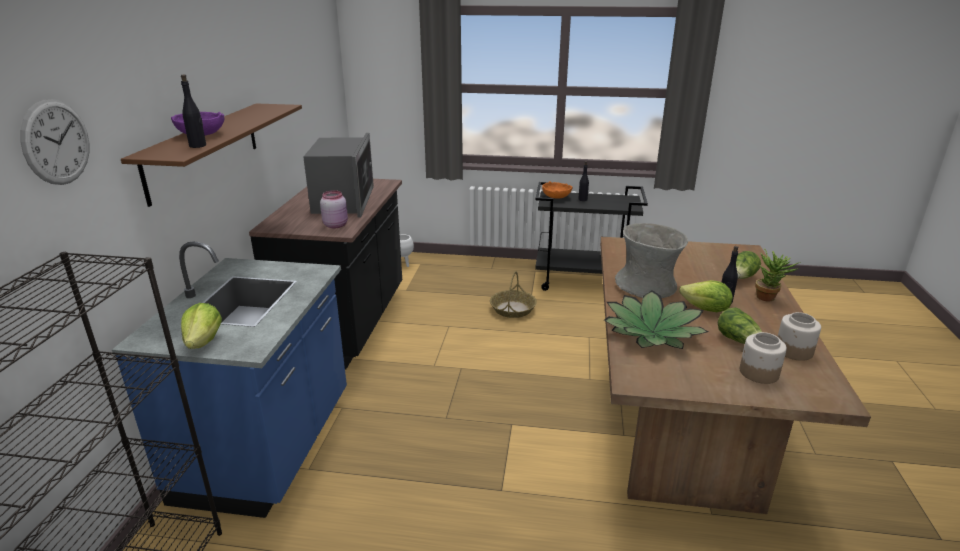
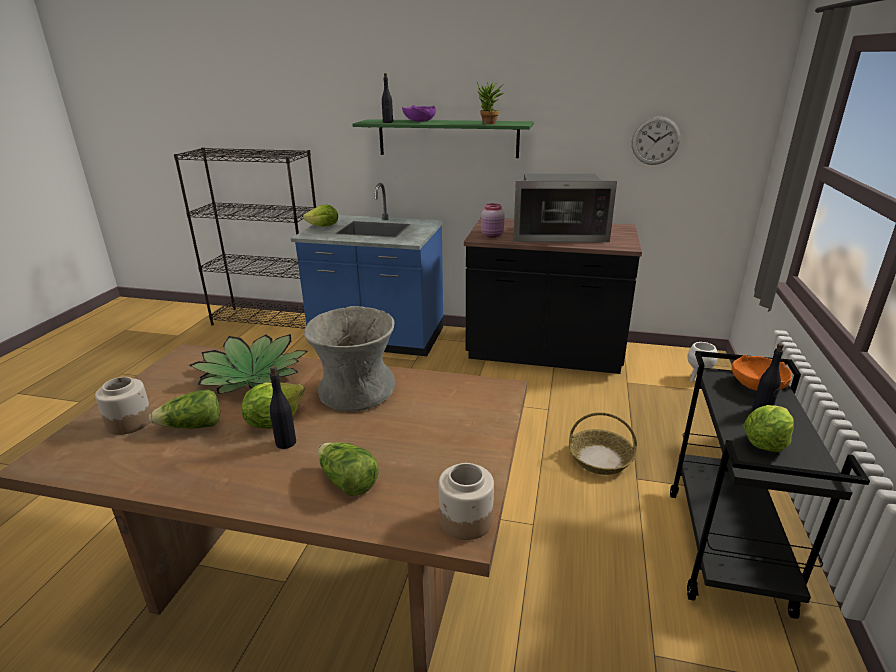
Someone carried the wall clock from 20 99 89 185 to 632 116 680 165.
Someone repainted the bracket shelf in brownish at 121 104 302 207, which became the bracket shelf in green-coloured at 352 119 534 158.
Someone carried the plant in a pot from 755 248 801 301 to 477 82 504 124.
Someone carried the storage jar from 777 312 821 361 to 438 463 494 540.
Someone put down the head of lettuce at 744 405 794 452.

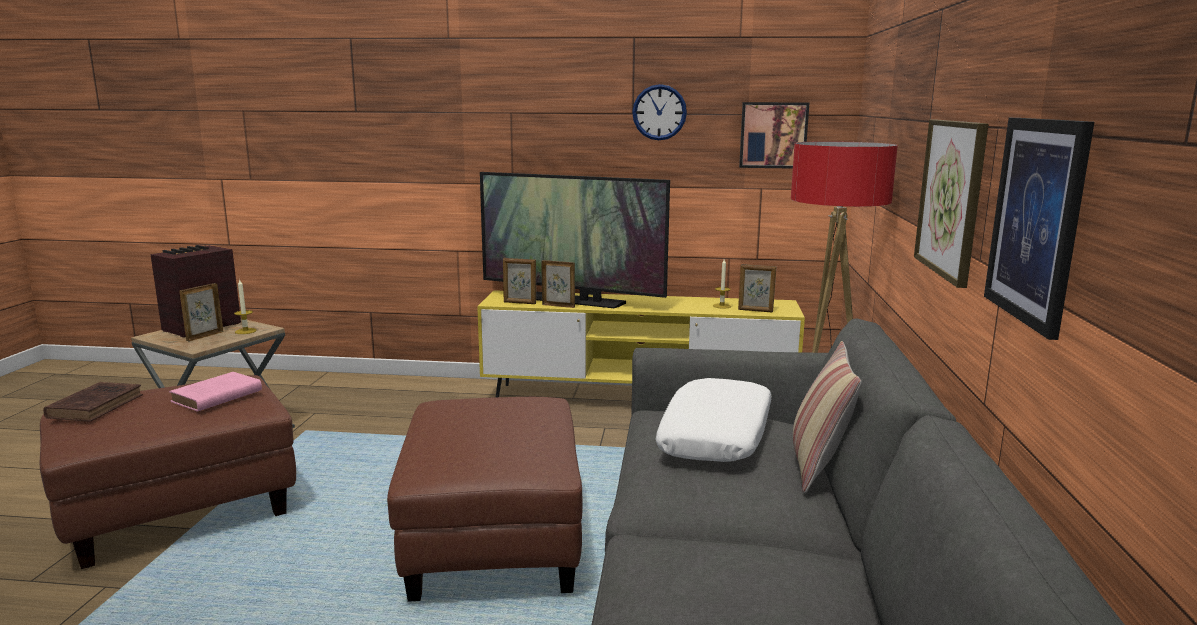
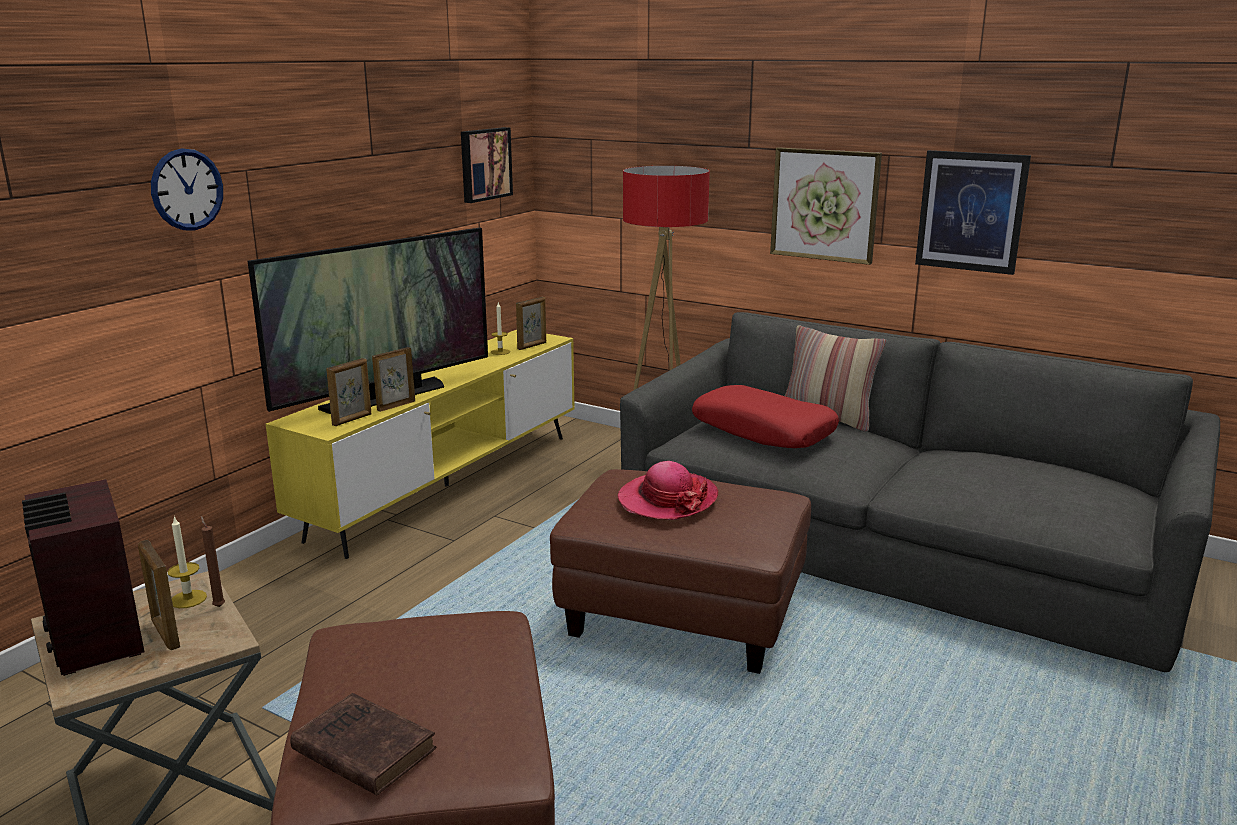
Someone took away the volume in pink at 169 372 262 412.
Someone carried the wall clock from 632 84 687 140 to 151 148 223 230.
Someone repainted the pillow in white at 655 378 772 462, which became the pillow in reddish at 692 385 839 448.
Someone put down the wax candle in brownish at 201 516 225 607.
Someone put down the wearable hat at 618 461 718 520.

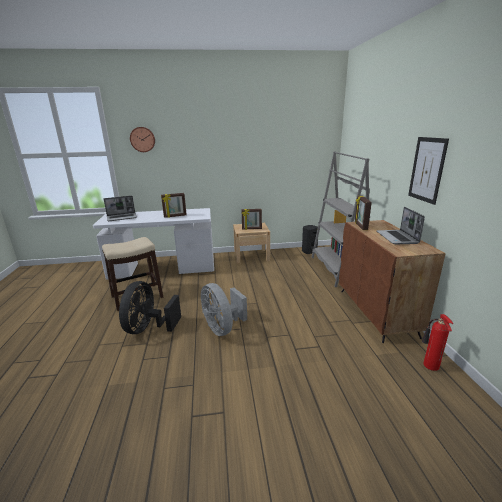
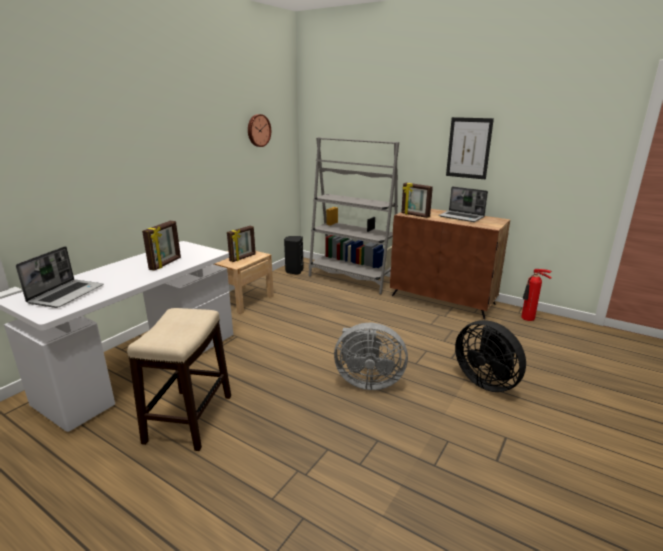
Someone carried the cooling fan in blackish from 119 281 181 334 to 455 320 526 392.
Someone carried the wall clock from 130 127 155 152 to 248 114 271 147.

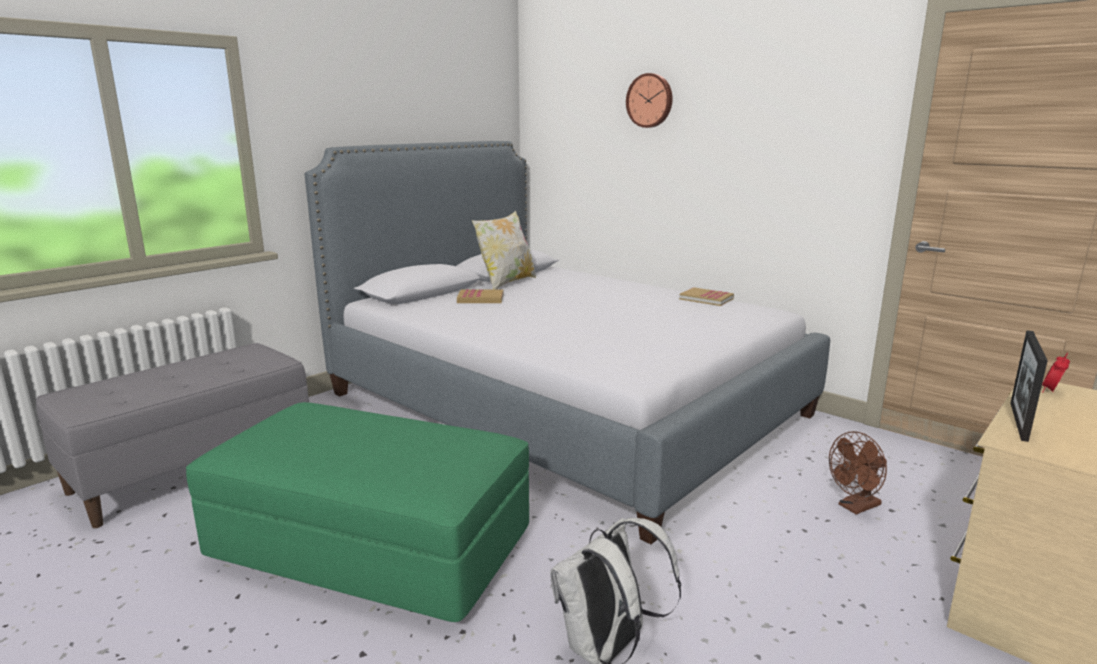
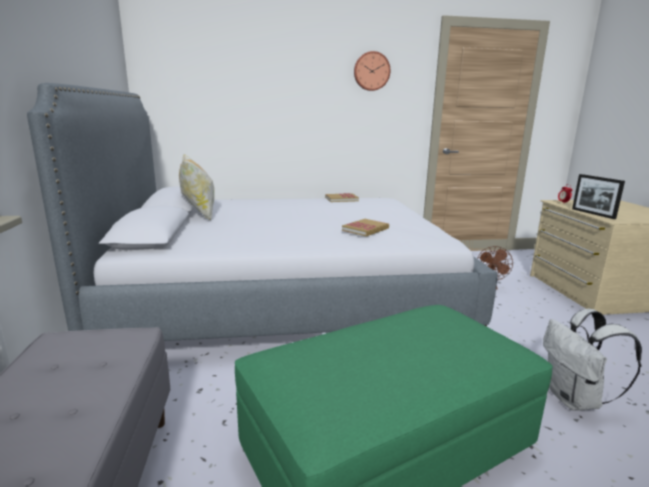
Someone carried the volume from 457 289 504 303 to 342 219 389 236.
Someone carried the wall clock from 626 73 672 128 to 354 51 390 91.

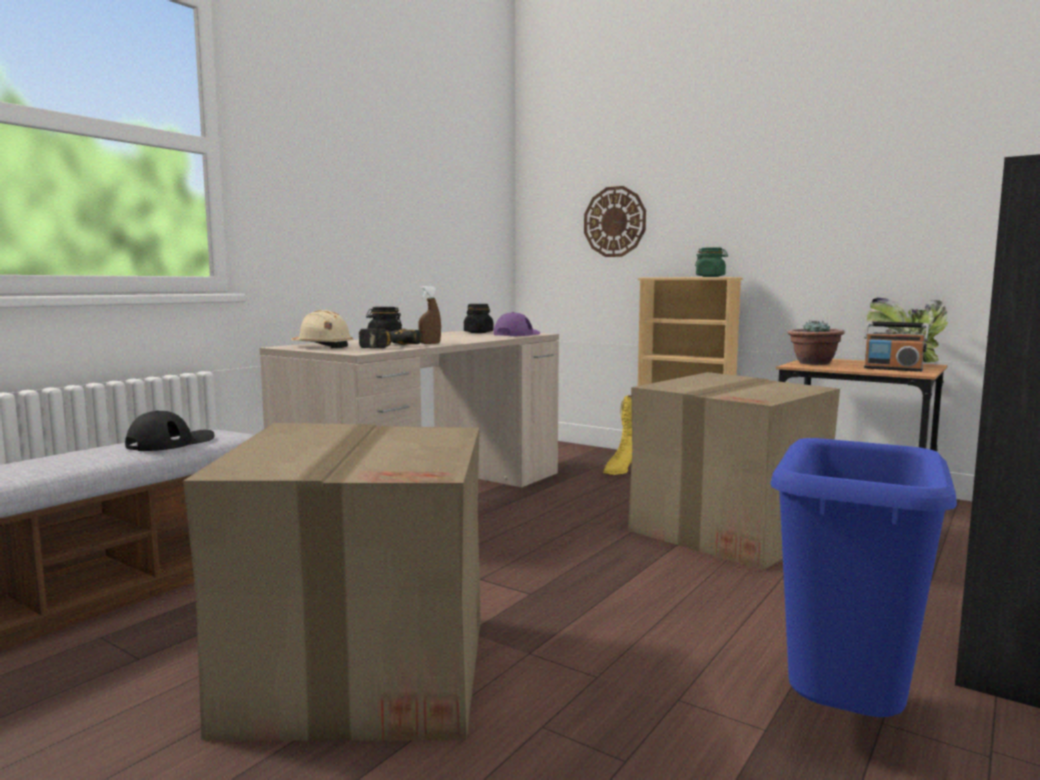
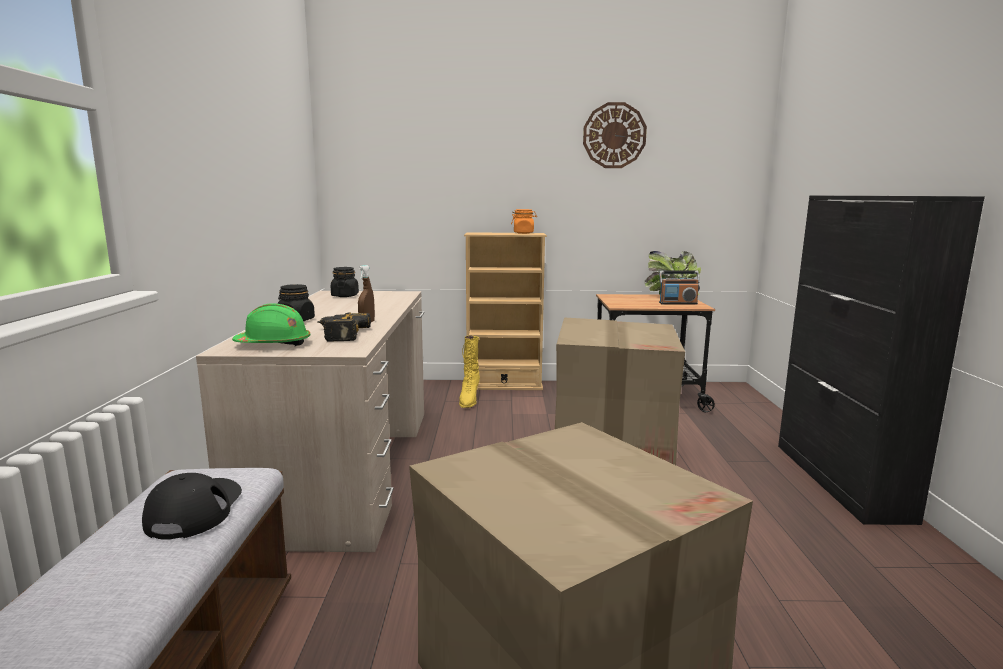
Someone repainted the safety helmet in beige-coloured at 291 310 353 348, which became the safety helmet in green-coloured at 232 303 311 346.
Someone took away the baseball cap in purple-coloured at 494 312 540 336.
Someone carried the wall clock from 584 186 646 257 to 583 102 647 168.
Someone repainted the storage jar in green-coloured at 695 247 728 277, which became the storage jar in orange-coloured at 511 209 537 234.
Someone took away the trash can in blue at 770 438 957 717.
Someone took away the plant in a pot at 787 320 845 365.

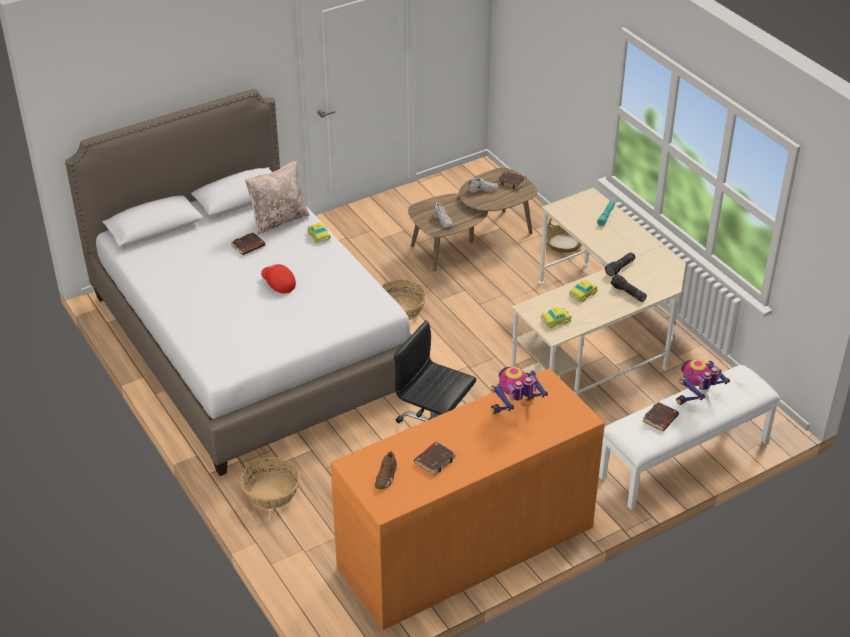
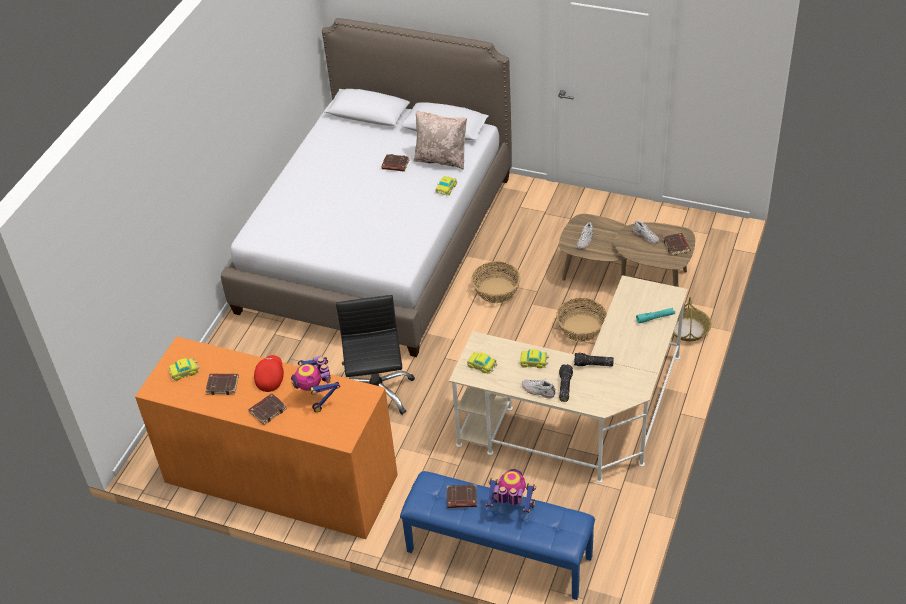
Someone carried the storage basket from 241 457 300 509 to 556 298 607 342.
Someone carried the baseball cap in reddish from 261 264 296 294 to 254 355 284 392.
Someone swapped the item of footwear in brownish at 375 451 397 489 for the miniature car at 169 358 200 381.
Someone rotated the robot figure at 491 367 548 414 by 135 degrees counterclockwise.
Someone repainted the indoor bench in white at 599 365 780 510, which became the indoor bench in blue at 400 471 595 600.
Someone put down the volume in brownish at 248 393 287 425.
Someone put down the item of footwear in white at 522 379 555 398.

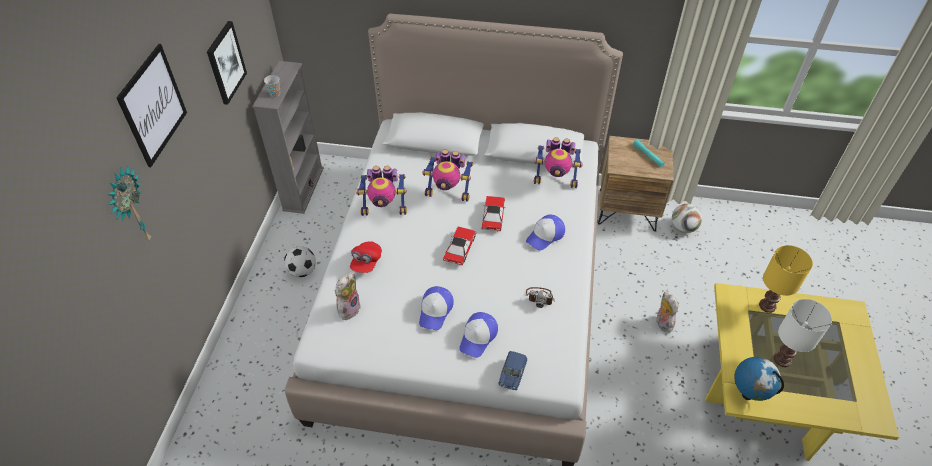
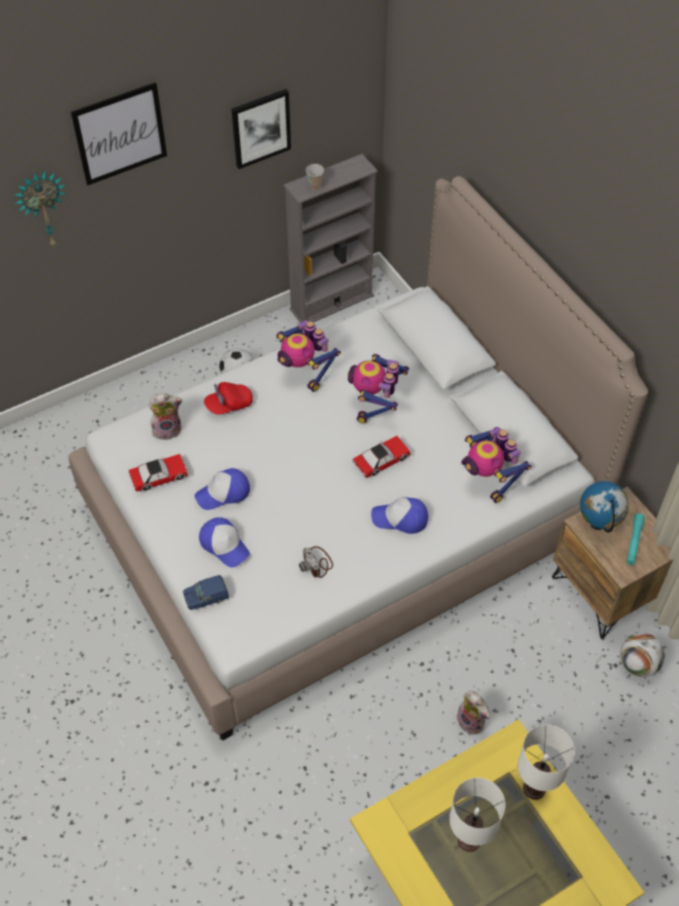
Someone rotated the robot figure at 422 150 473 202 by 45 degrees clockwise.
Someone carried the miniature car from 443 227 476 266 to 129 454 189 491.
Someone rotated the baseball cap at 459 312 498 358 by 120 degrees counterclockwise.
Someone rotated the plush toy at 656 292 678 333 by 105 degrees clockwise.
Someone carried the globe from 734 357 784 401 to 580 481 629 533.
Someone repainted the lamp for a table in yellowish at 759 245 813 313, which became the lamp for a table in white at 518 725 575 800.

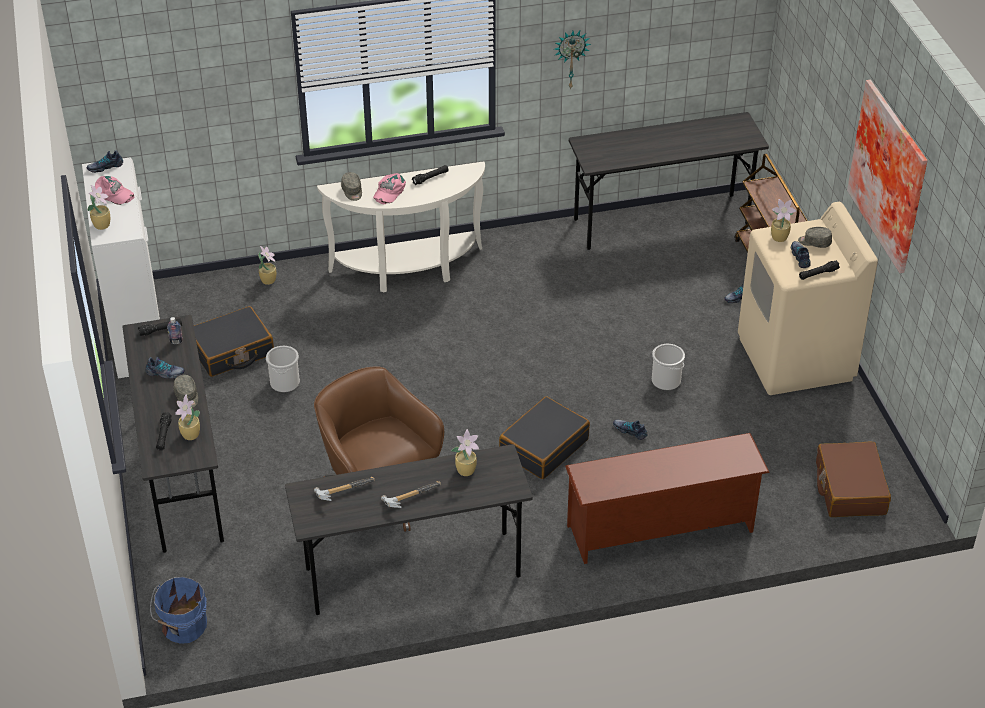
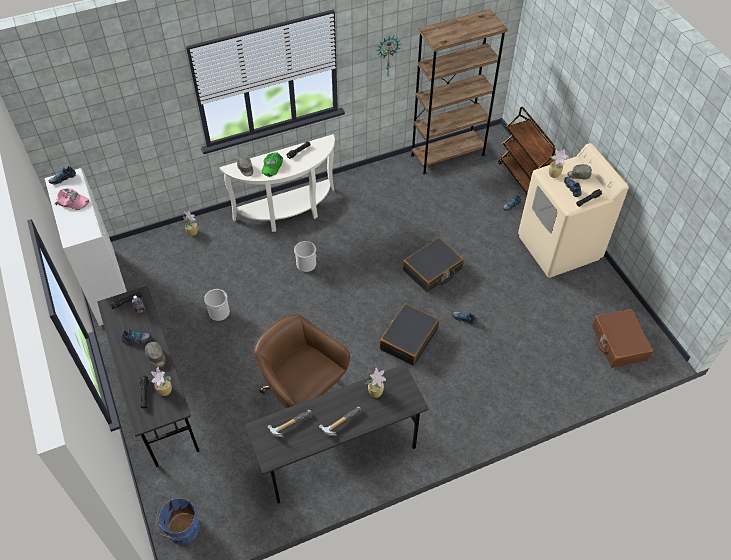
Someone took away the plant in a pot at 87 185 110 230.
Someone carried the suitcase in blackish from 194 306 274 377 to 403 237 464 292.
Someone repainted the baseball cap in pink at 373 173 406 204, which became the baseball cap in green-coloured at 262 152 283 177.
Someone took away the shoe shelf in brownish at 565 433 770 564.
Someone swapped the desk unit in grey at 569 112 769 250 for the bookshelf in brownish at 411 9 508 175.
Someone carried the water bucket from 652 344 685 390 to 294 241 316 272.
Someone took away the picture at 847 80 928 273.

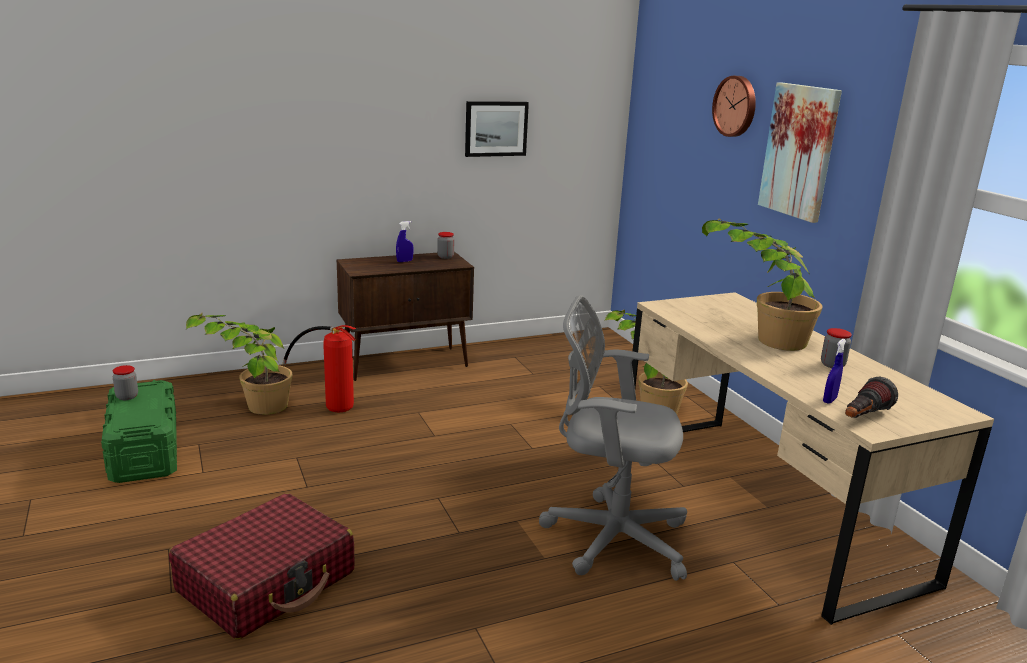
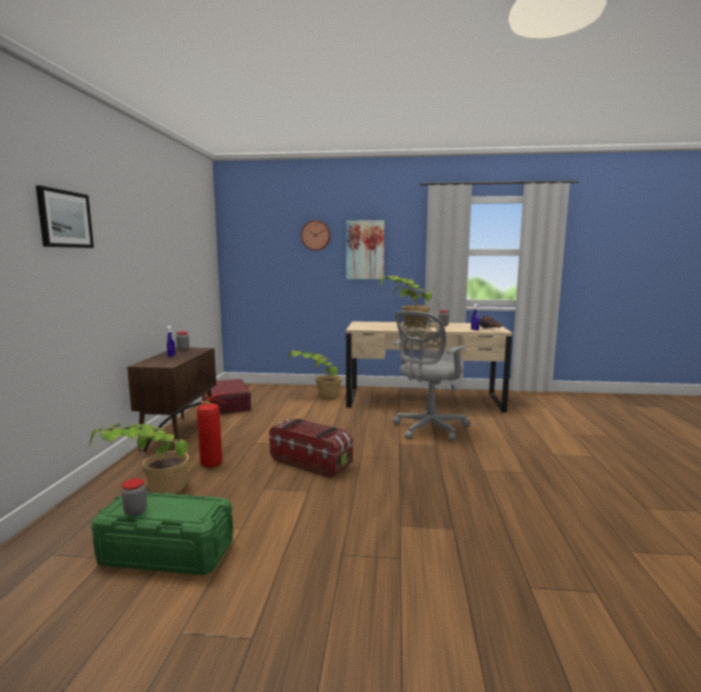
Someone carried the suitcase in reddish from 169 493 355 639 to 202 379 251 414.
Someone carried the picture from 465 101 529 157 to 36 186 94 248.
Someone put down the storage bin at 269 419 353 478.

